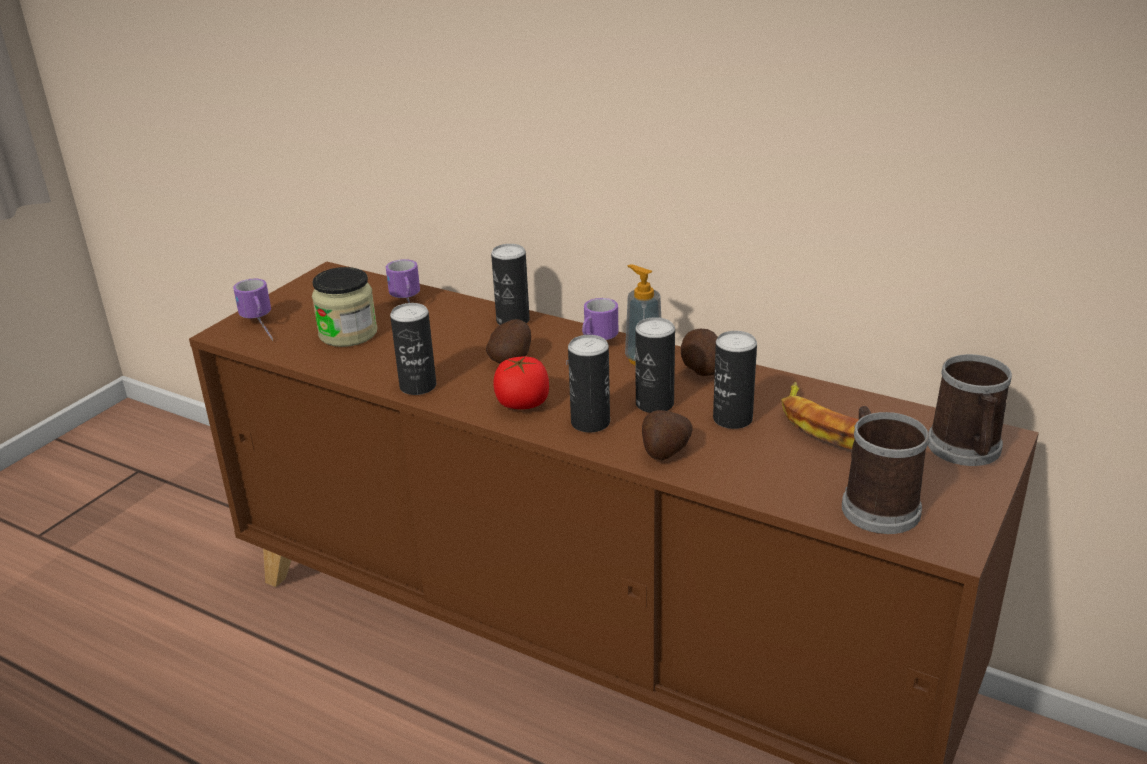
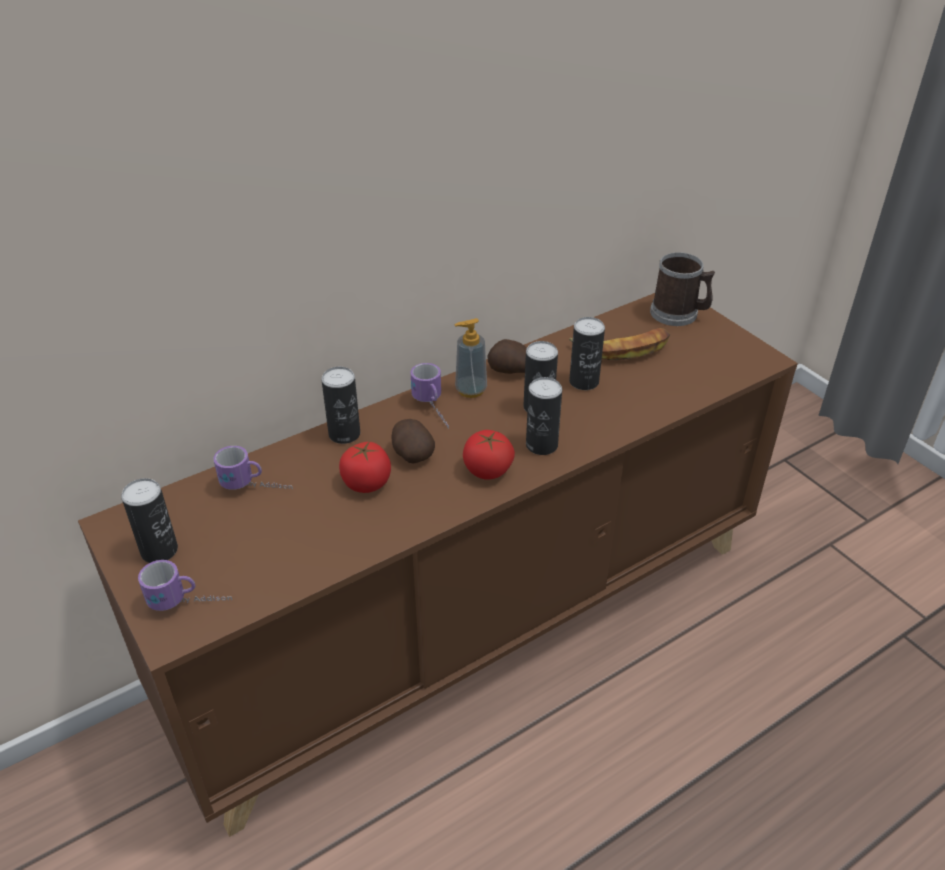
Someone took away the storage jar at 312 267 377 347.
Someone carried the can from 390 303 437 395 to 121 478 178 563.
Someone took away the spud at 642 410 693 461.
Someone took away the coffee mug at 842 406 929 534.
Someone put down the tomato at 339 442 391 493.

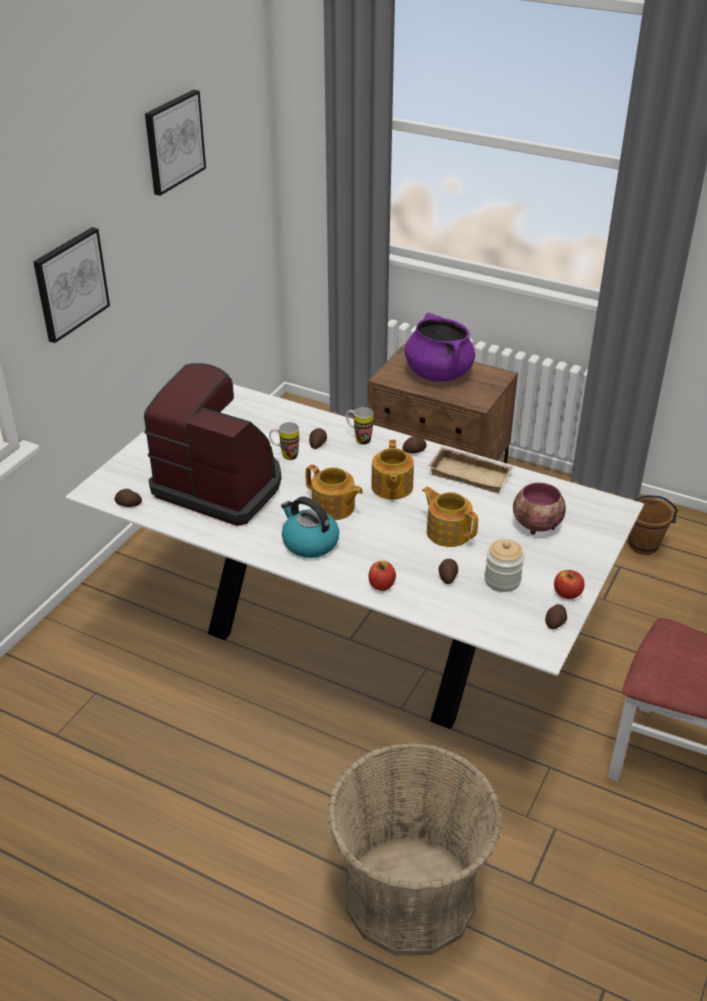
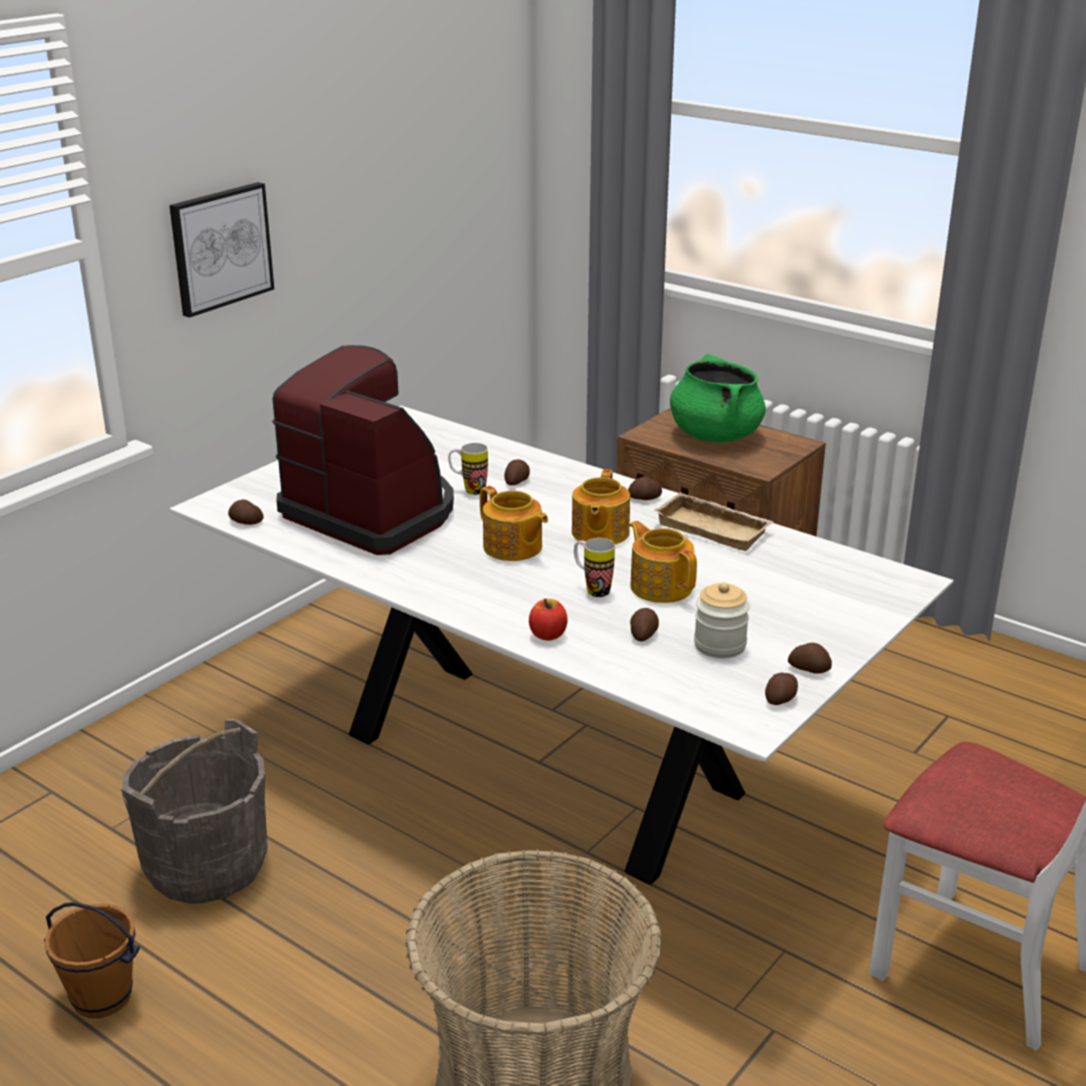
Someone took away the picture at 145 90 206 196.
Someone took away the kettle at 281 497 339 558.
Someone carried the coffee mug from 346 407 373 445 to 574 538 615 597.
Someone repainted the cooking pot in purple-coloured at 405 313 475 381, which became the cooking pot in green-coloured at 670 354 766 443.
Someone took away the bowl at 513 482 566 535.
Someone swapped the apple fruit at 554 570 585 599 for the spud at 788 643 832 674.
Someone carried the water bucket in brownish from 628 495 678 555 to 44 902 140 1018.
Someone put down the water bucket in grey at 121 719 268 904.

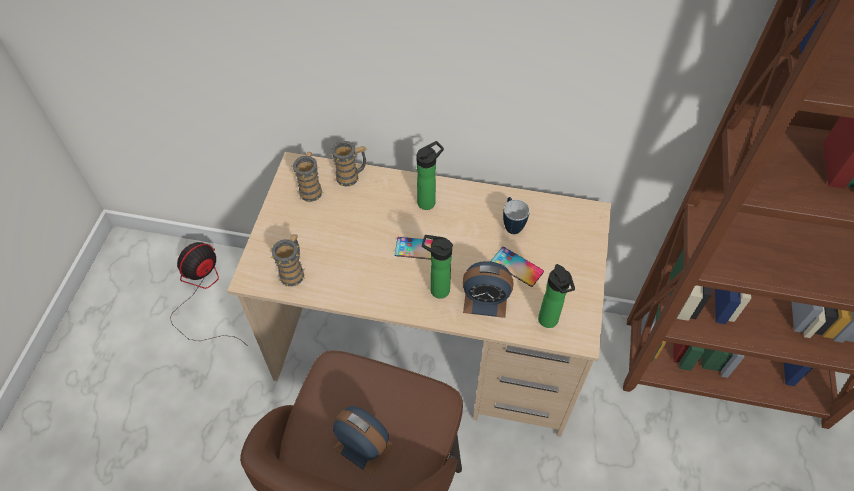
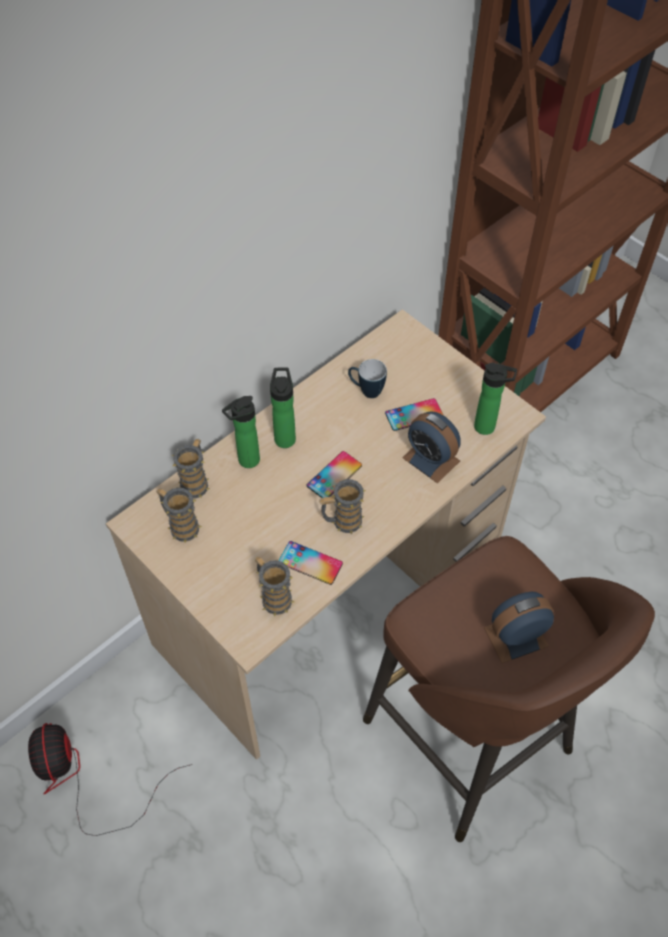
Someone carried the bottle from 422 235 453 299 to 222 396 260 468.
Someone rotated the alarm clock at 462 261 513 318 by 90 degrees clockwise.
Someone put down the phone at 278 541 343 585.
Someone put down the coffee mug at 319 479 366 534.

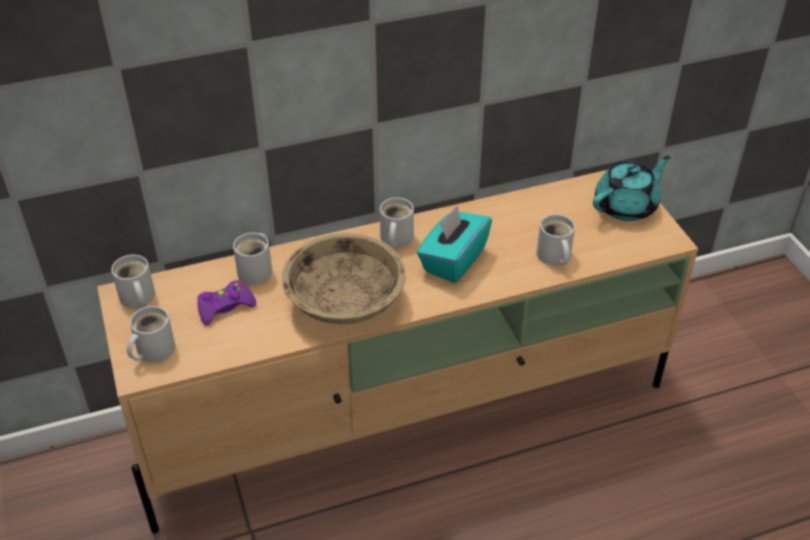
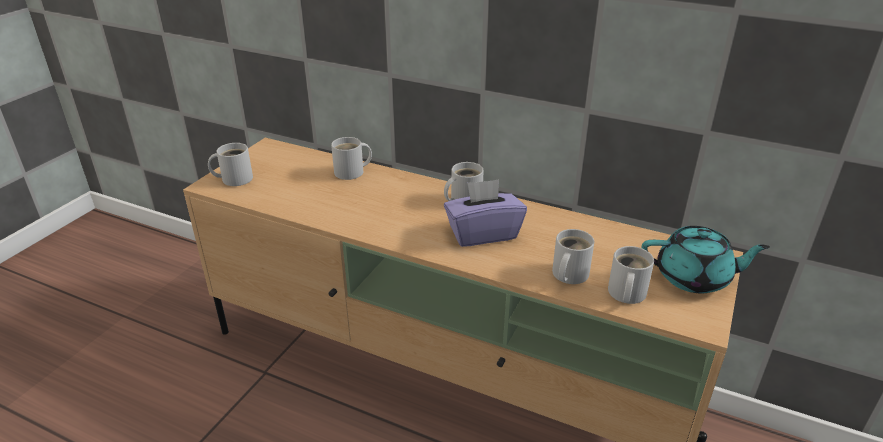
Someone carried the coffee mug in white from 111 255 155 308 to 608 246 654 304.
Someone took away the joypad in purple-coloured at 197 280 256 325.
Someone took away the bowl in beige-coloured at 282 233 406 325.
Someone repainted the tissue holder in blue-green at 417 205 492 283, which became the tissue holder in purple-coloured at 444 179 527 247.

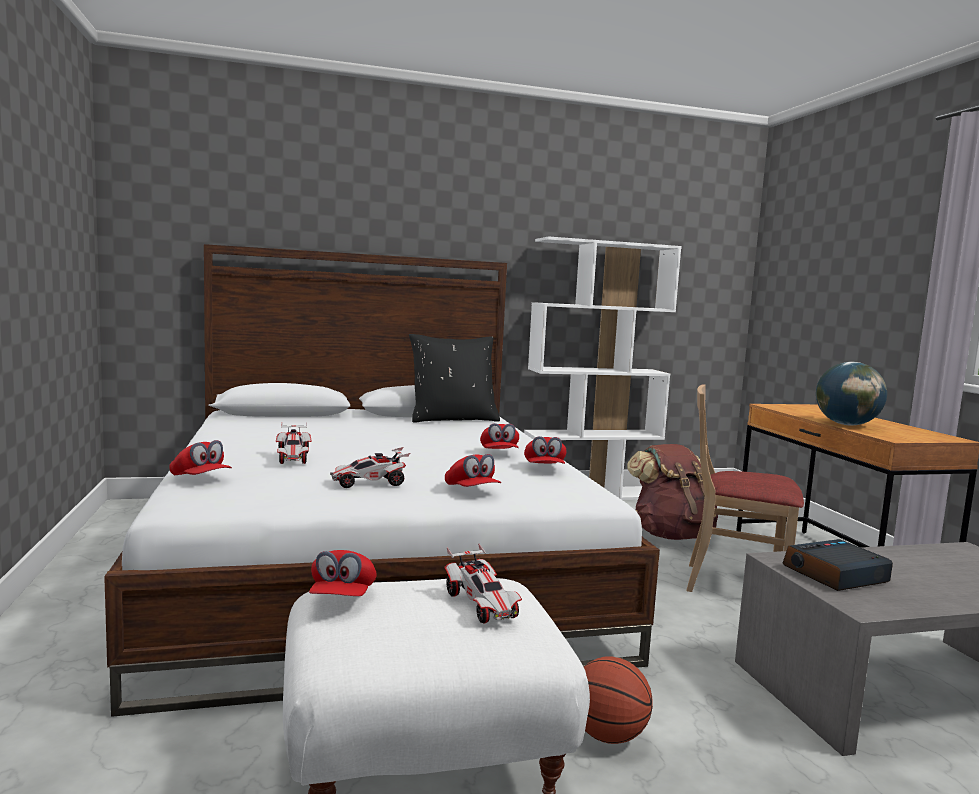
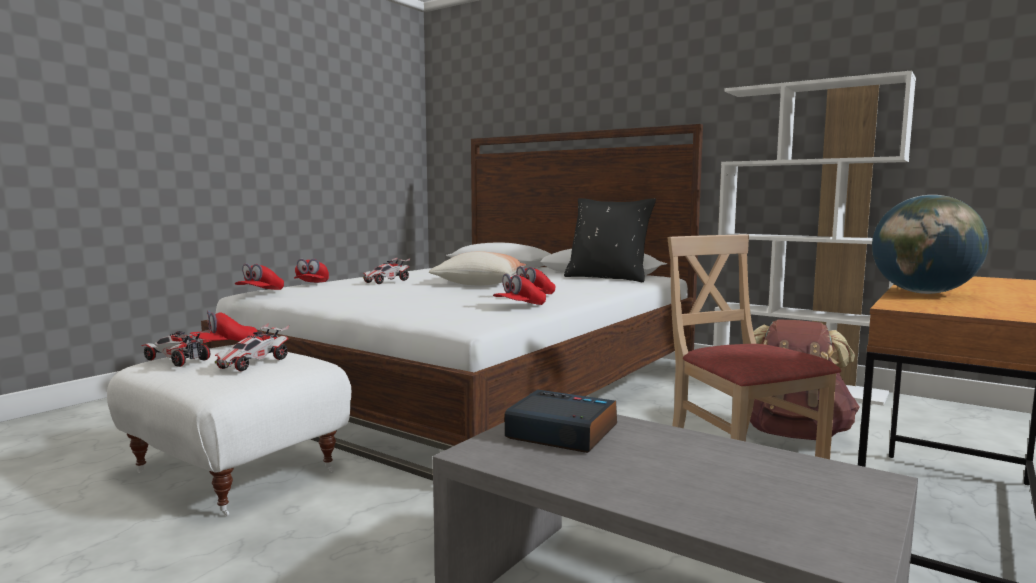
Someone carried the miniature car from 330 447 410 488 to 142 330 211 367.
Someone carried the baseball cap in reddish from 445 454 501 487 to 235 263 284 290.
Someone took away the ball for basketball at 584 656 653 744.
Someone put down the pillow at 429 251 526 285.

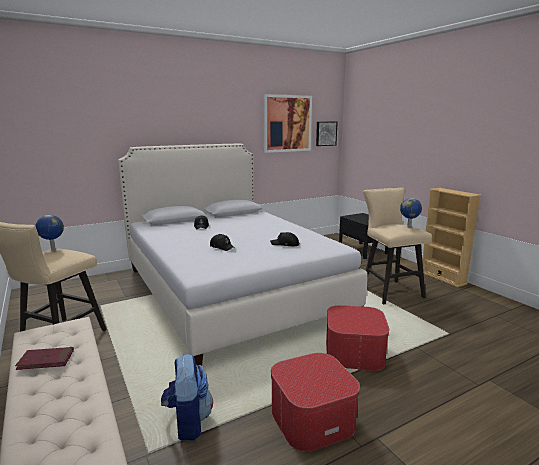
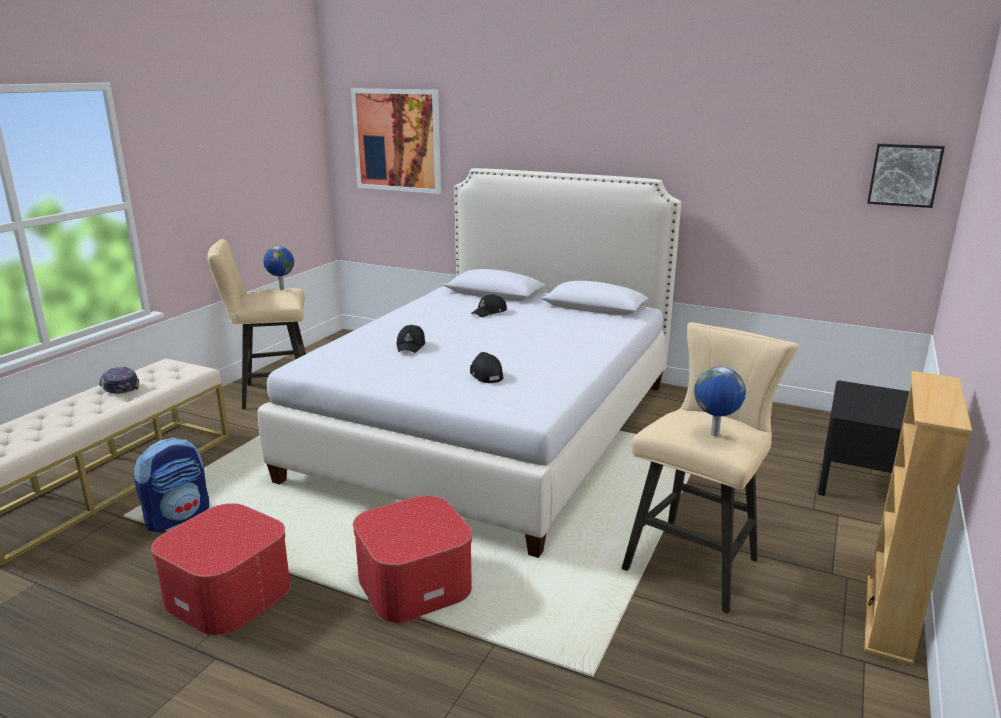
Someone swapped the volume in reddish at 15 347 74 370 for the baseball cap at 99 367 139 394.
Someone carried the picture from 264 94 312 153 to 351 88 441 194.

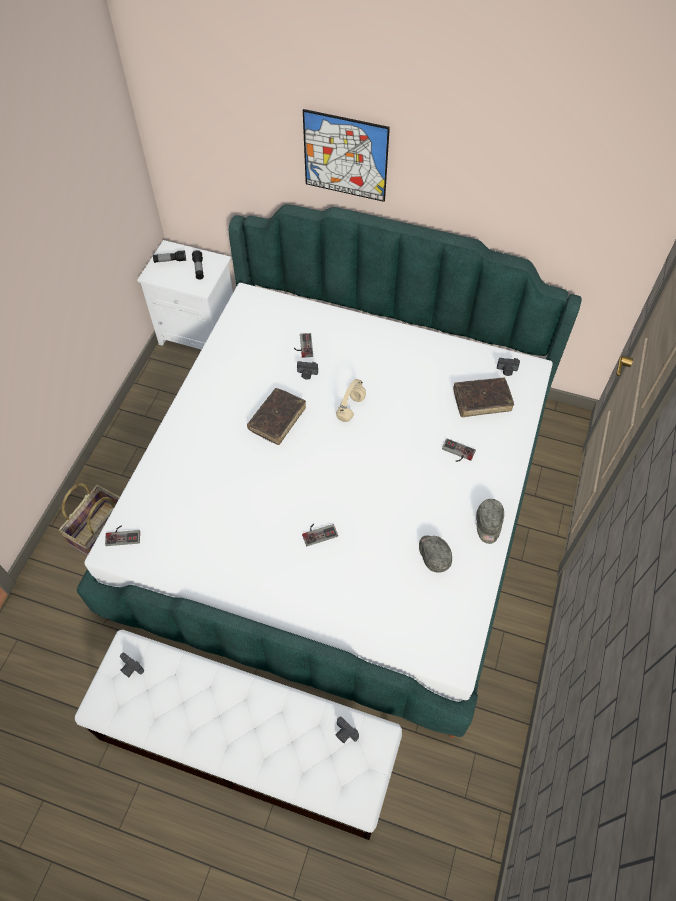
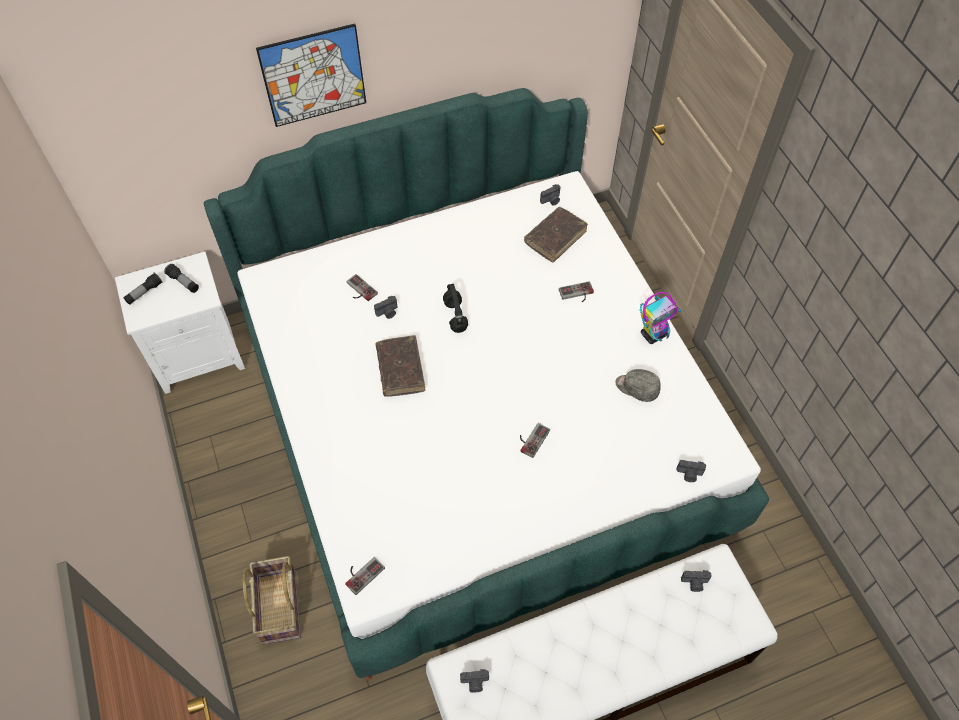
Someone repainted the pair of headphones in beige-coloured at 336 379 366 422, which became the pair of headphones in blackish at 443 284 468 333.
Someone swapped the baseball cap in grey at 476 499 504 544 for the robot figure at 640 292 681 344.
Someone put down the still camera at 676 460 706 482.

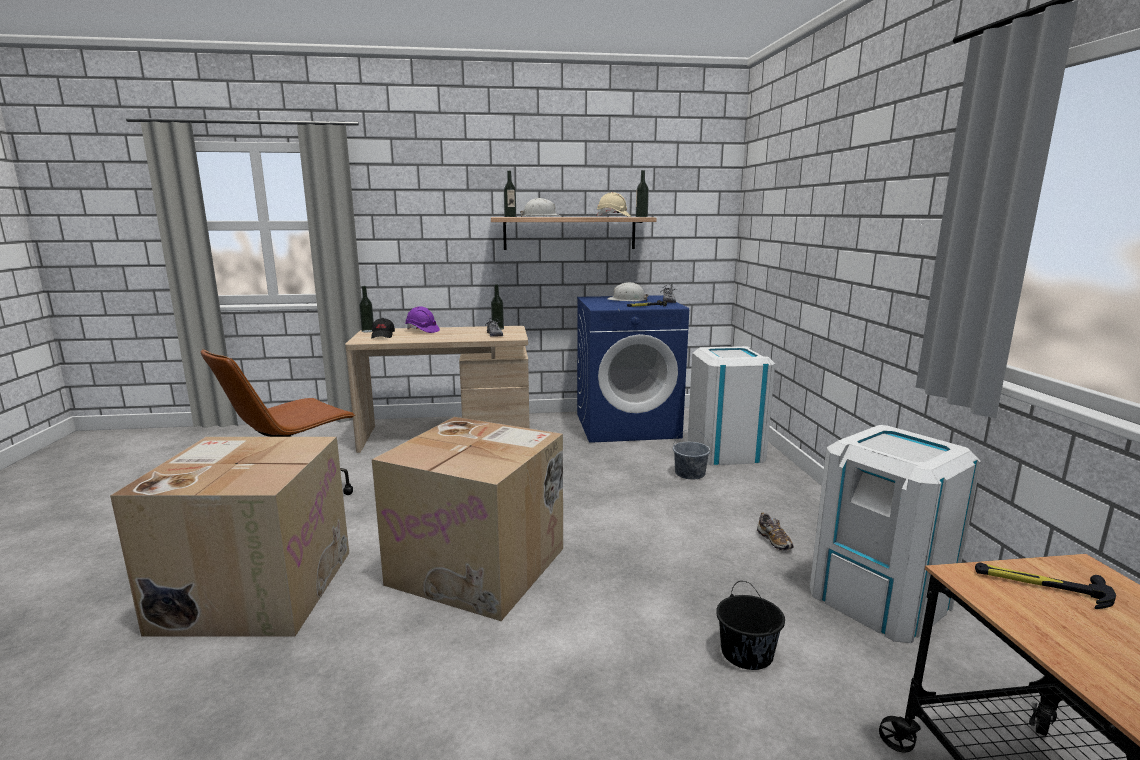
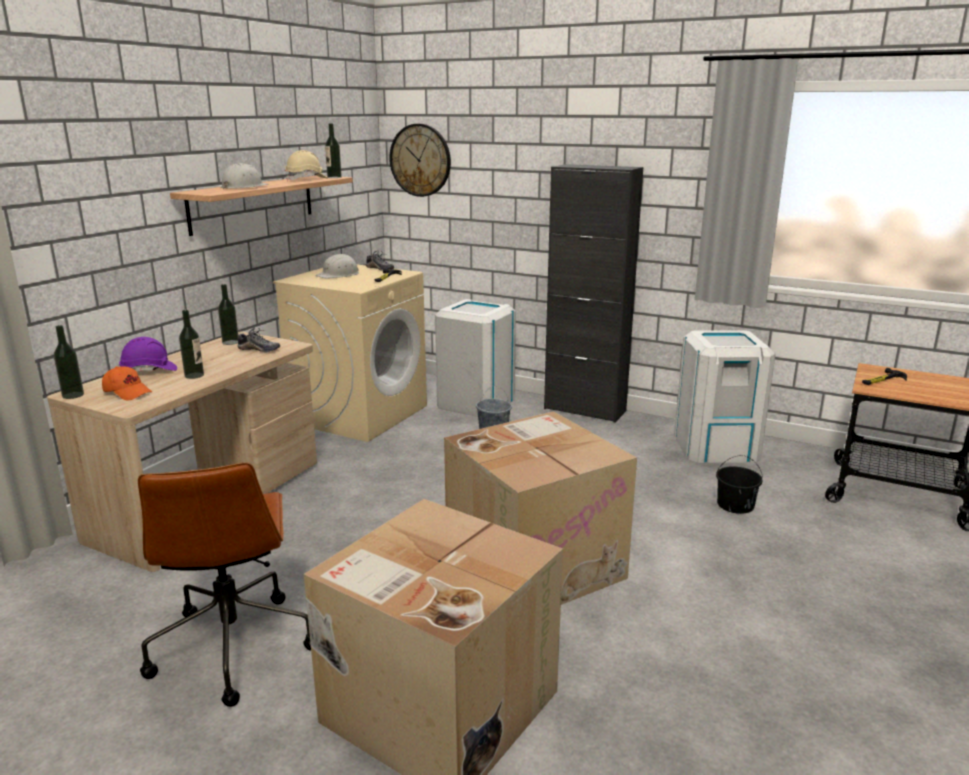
Someone repainted the baseball cap in blackish at 371 318 395 338, which became the baseball cap in orange-coloured at 102 366 152 401.
Someone carried the bottle from 504 171 516 217 to 179 310 204 379.
Someone repainted the laundry appliance in blue at 577 295 689 443, which became the laundry appliance in beige-coloured at 273 264 427 442.
Someone took away the item of footwear at 757 513 794 551.
Someone put up the wall clock at 389 124 451 197.
Someone put down the cupboard in blackish at 544 164 643 423.

